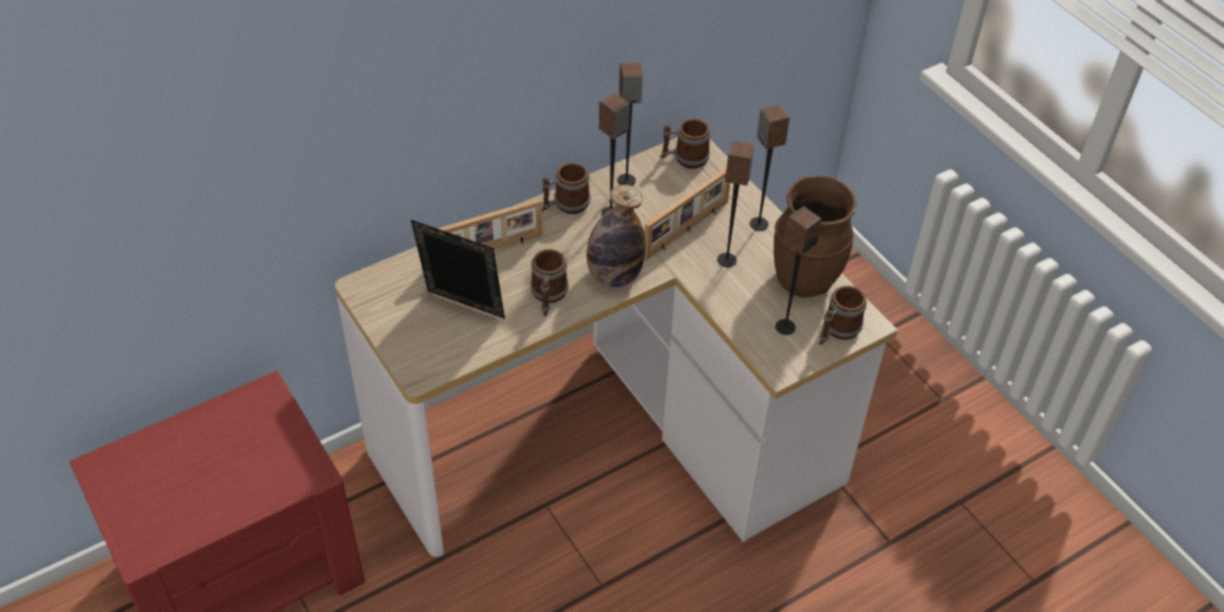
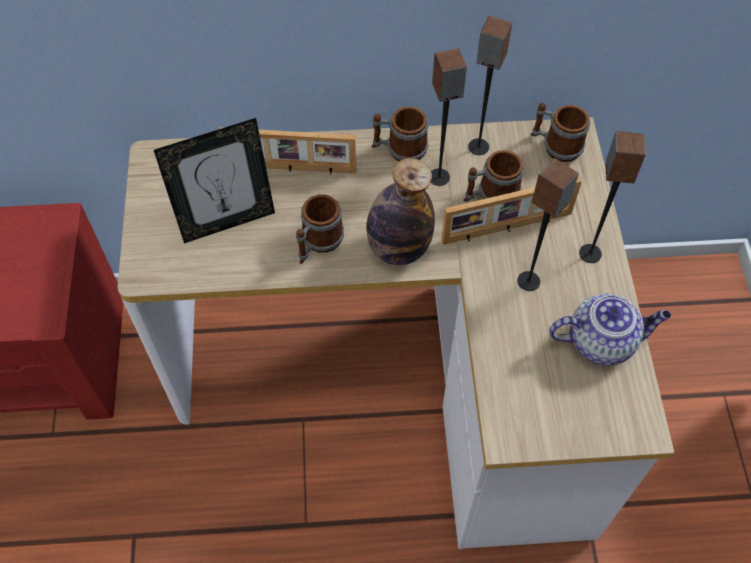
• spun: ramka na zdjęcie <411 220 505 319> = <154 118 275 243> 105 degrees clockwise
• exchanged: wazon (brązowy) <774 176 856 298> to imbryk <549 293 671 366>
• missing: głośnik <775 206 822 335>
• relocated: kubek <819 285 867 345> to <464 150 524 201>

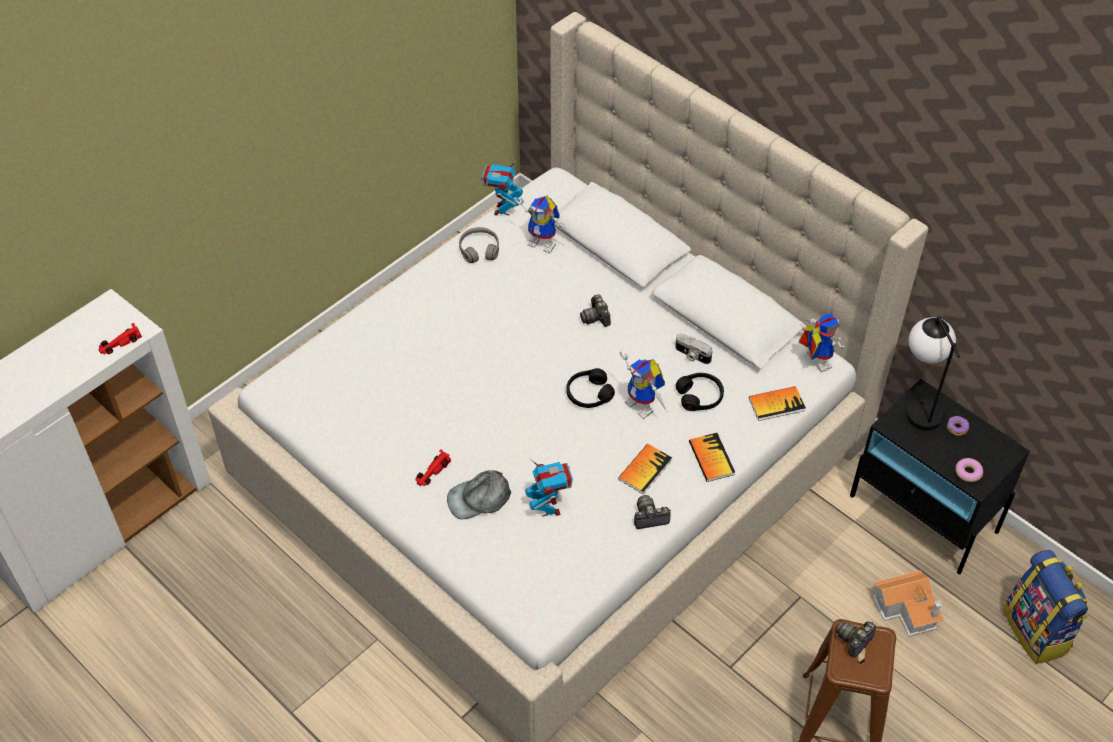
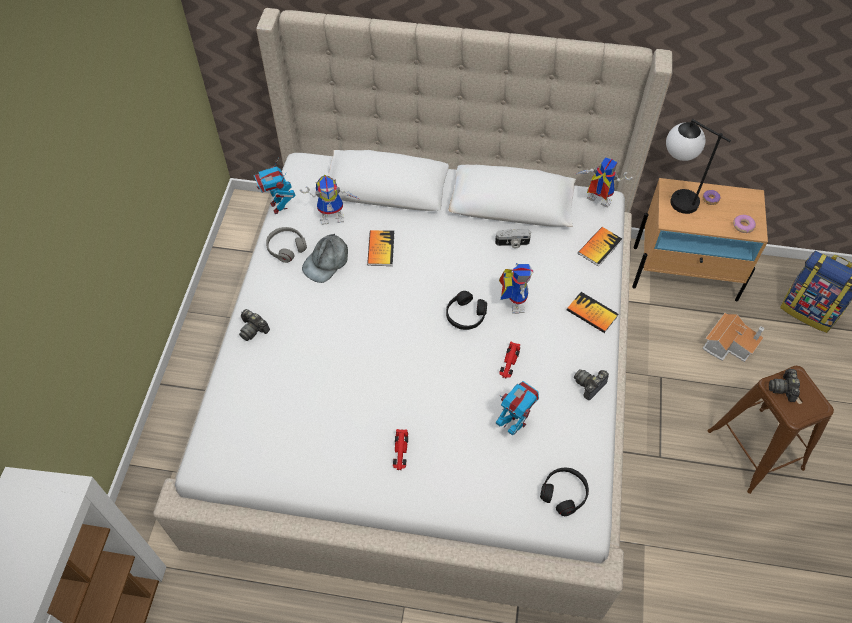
• relocated: samochodzik (czerwony) <98 323 142 354> to <500 342 520 378>
• relocated: czapka z daszkiem (szary) <447 470 511 519> to <302 234 348 283>
• relocated: aparat fotograficzny <580 294 611 327> to <239 309 270 341>
• relocated: książka <618 444 672 494> to <367 230 394 266>
• spun: robot zabawkowy <620 351 667 419> = <499 263 533 314> 105 degrees counterclockwise
• relocated: słuchawki (czarny) <676 373 724 411> to <540 468 589 516>
• colour: szafka nocna (czarny) <850 379 1030 574> to szafka nocna (beżowy) <632 178 768 301>

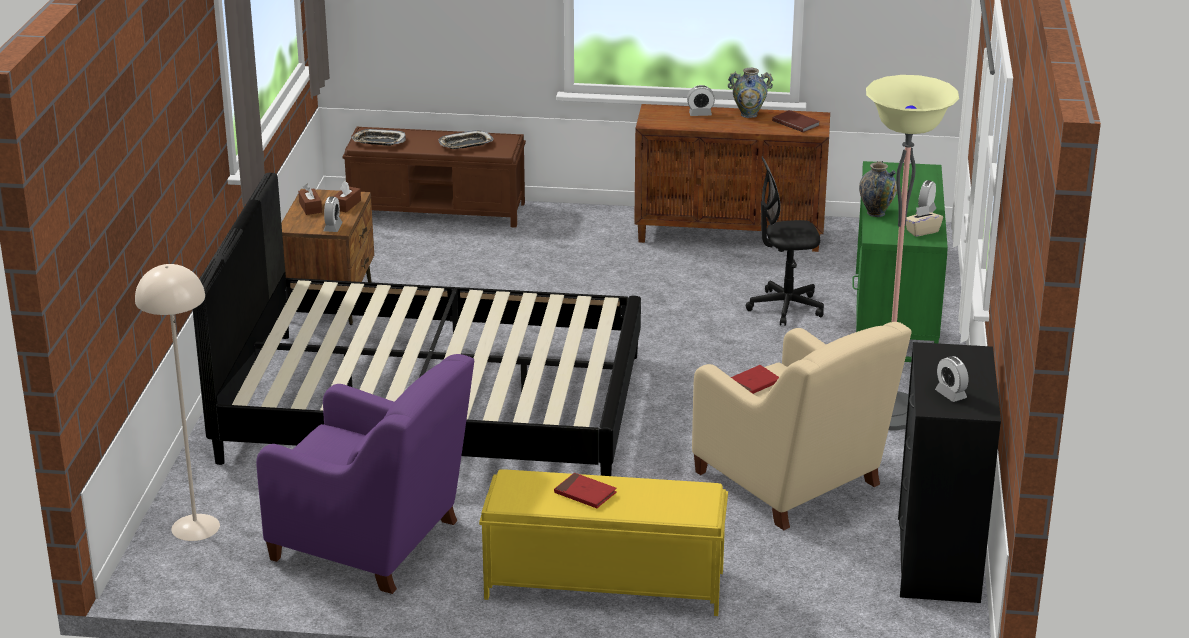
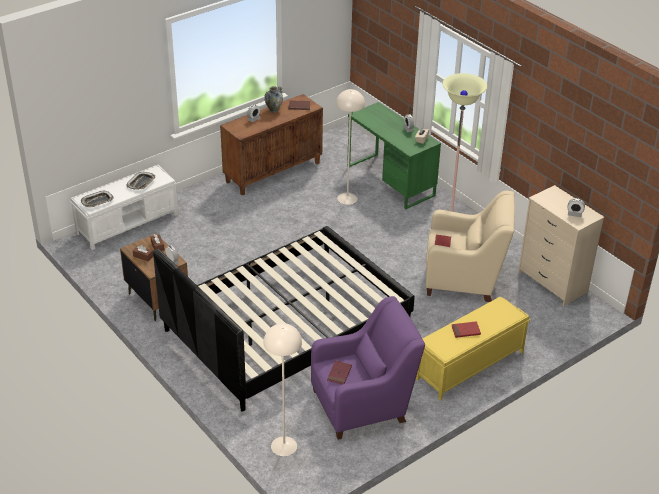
• colour: ławka (brązowy) <343 127 526 228> to ławka (biały) <70 165 178 250>
• exchanged: krzesło biurowe (czarny) <746 156 824 326> to lampa stojąca (beżowy) <336 89 365 205>
• missing: wazon <859 161 897 217>
• colour: komoda (czarny) <898 342 1001 603> to komoda (beżowy) <518 185 604 306>
• appeared: książka (czerwony) <327 360 352 384>

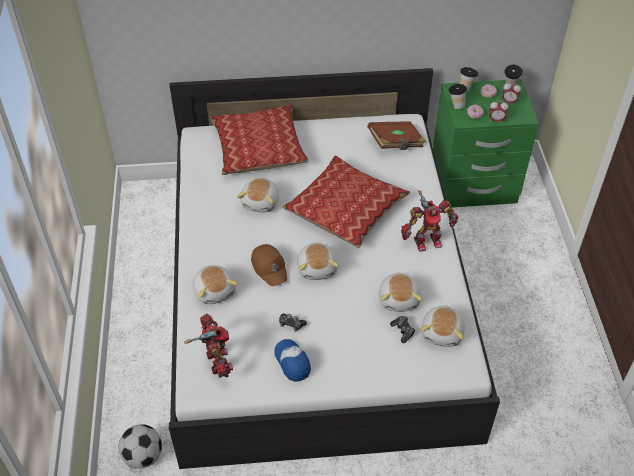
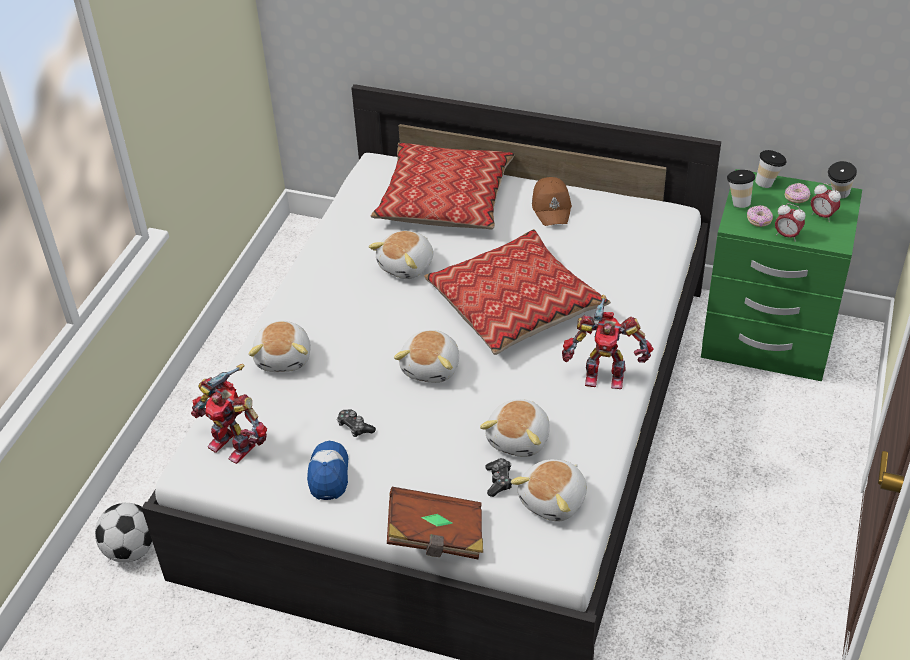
• spun: robot zabawkowy <185 314 233 378> = <191 364 267 464> 120 degrees clockwise
• relocated: czapka z daszkiem (brązowy) <251 244 288 286> to <532 177 572 226>
• relocated: książka (brązowy) <367 121 426 150> to <387 487 483 559>

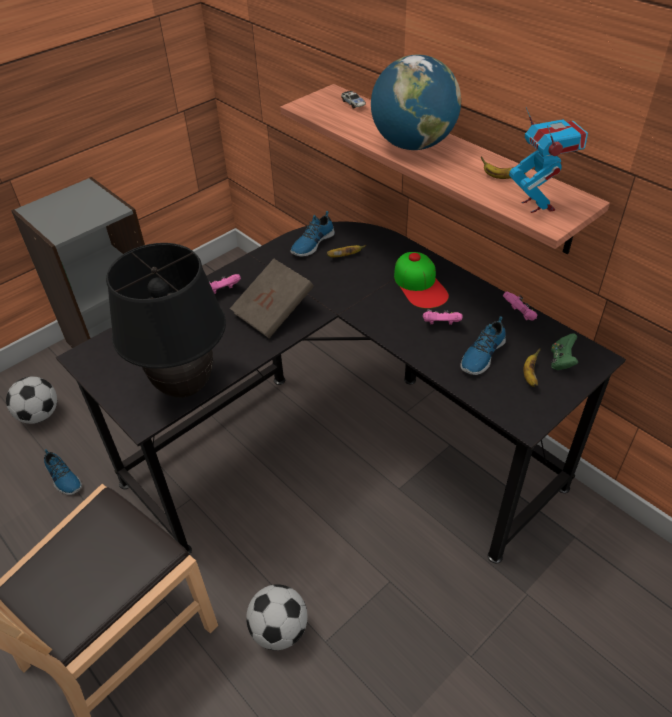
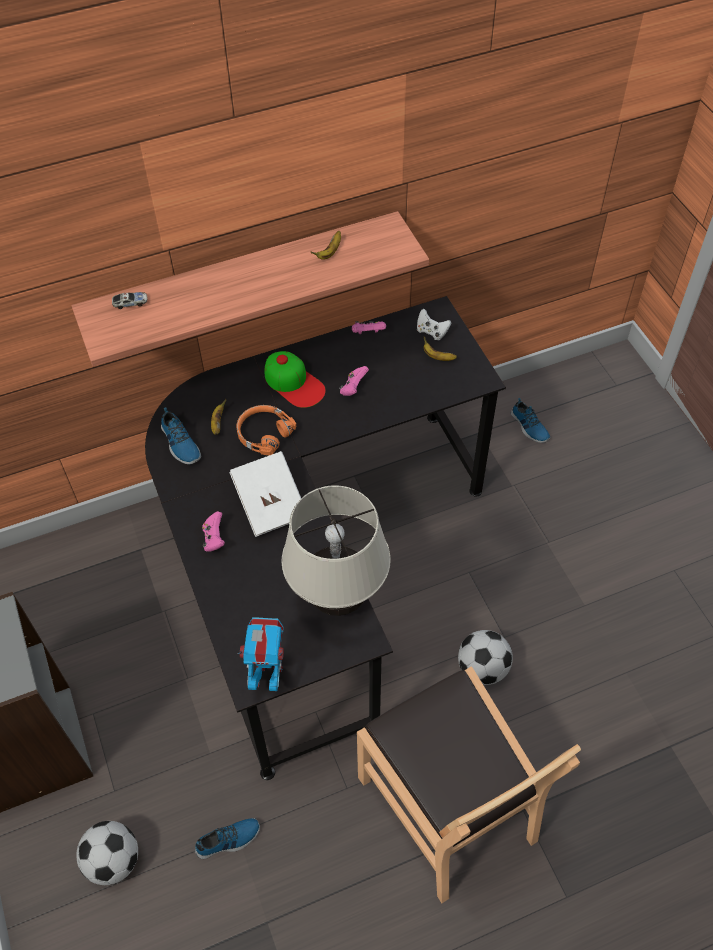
• colour: lampa stołowa (czarny) <106 243 226 397> to lampa stołowa (beżowy) <282 485 391 616>
• colour: książka (brązowy) <230 259 314 338> to książka (biały) <229 451 301 537>
• missing: globus <371 55 461 150>
• spun: czapka z daszkiem <394 252 449 309> = <264 351 326 408> 45 degrees clockwise
• relocated: but <460 316 506 375> to <511 398 550 443>
• relocated: robot zabawkowy <509 107 588 213> to <237 617 284 691>
• colour: pad do gier (zielony) <551 333 579 370> to pad do gier (biały) <417 309 451 340>
• appeared: słuchawki (pomarańczowy) <237 405 296 455>

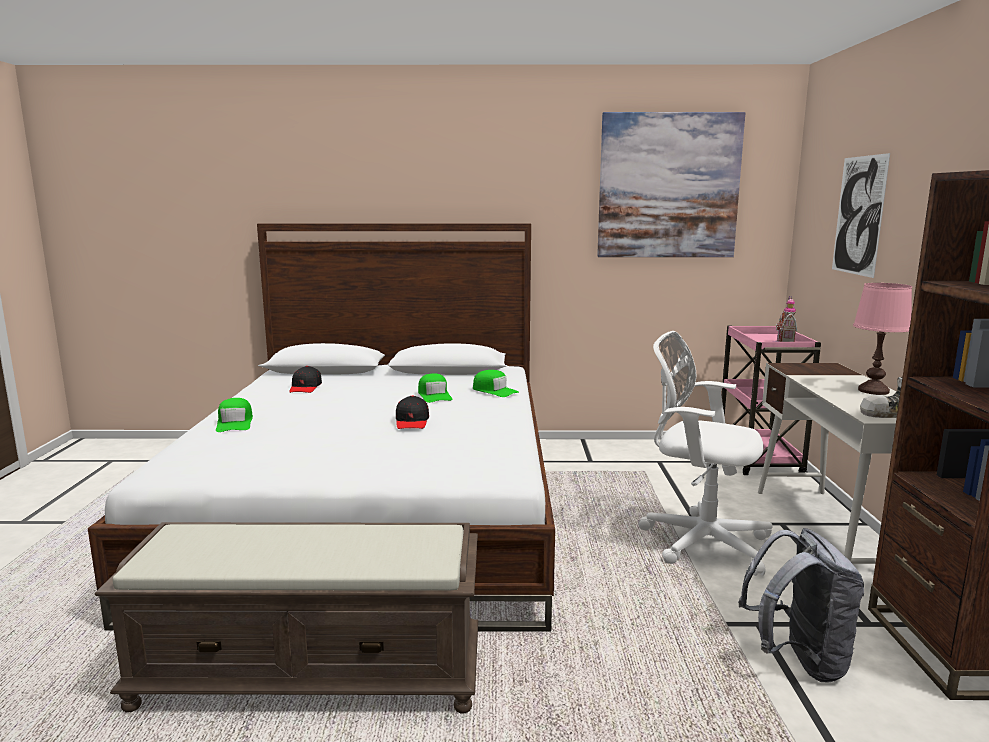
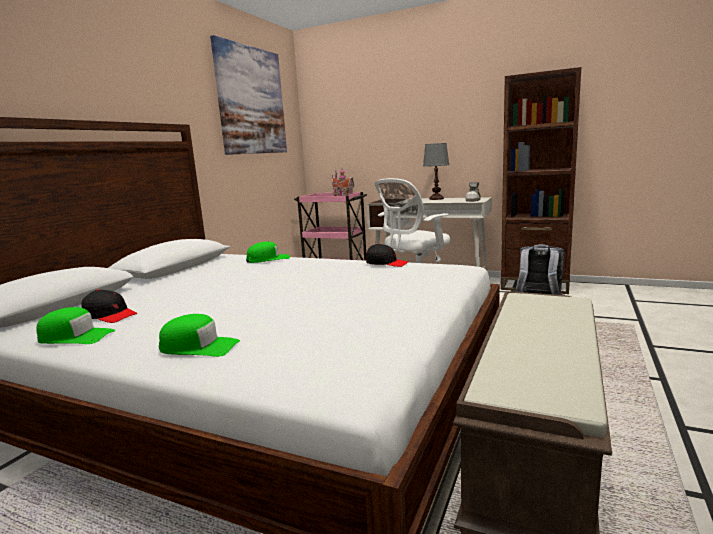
• relocated: czapka z daszkiem (czarny) <396 395 429 429> to <366 244 409 267>
• relocated: czapka z daszkiem (zielony) <418 373 453 403> to <36 307 115 344>
• missing: obraz <832 153 890 278>
• colour: lampa stołowa (różowy) <853 283 912 395> to lampa stołowa (szary) <423 143 450 200>

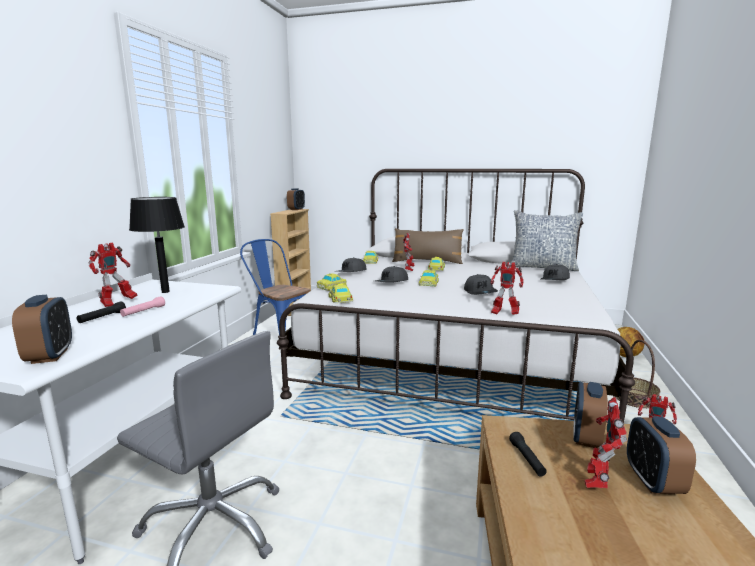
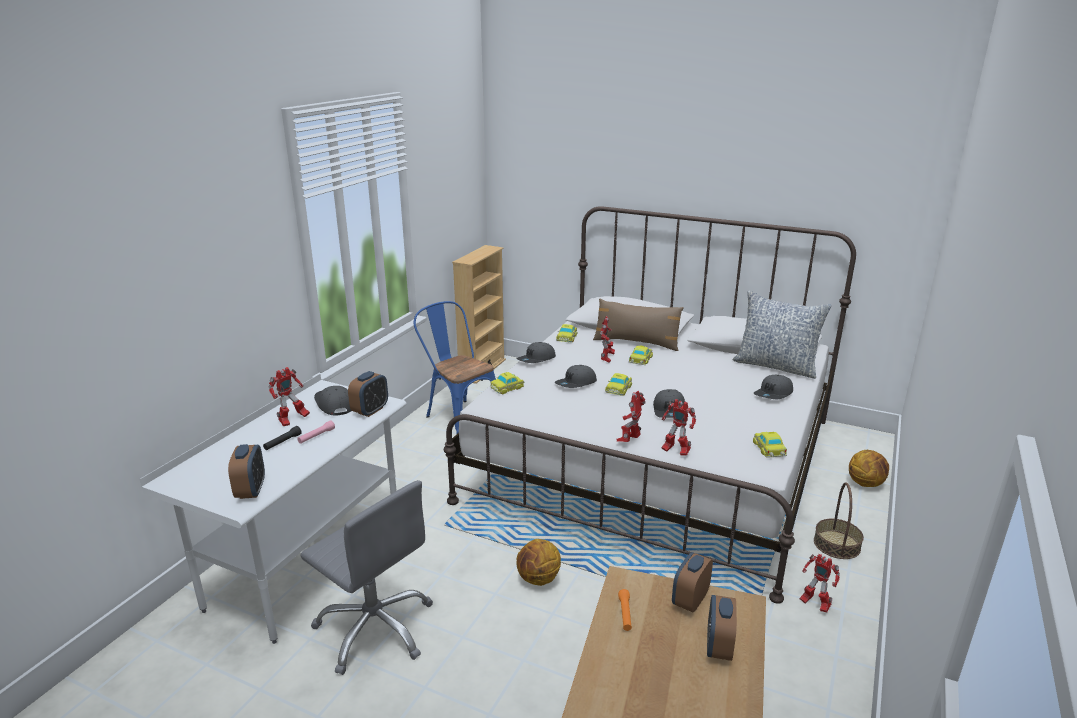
• exchanged: lampa stołowa (czarny) <129 197 185 293> to czapka z daszkiem (szary) <314 386 352 416>
• relocated: budzik <287 188 305 210> to <348 371 388 417>
• relocated: samochodzik <329 284 353 303> to <753 432 787 457>
• colour: latarka (czarny) <509 432 547 477> to latarka (pomarańczowy) <618 589 632 631>
• relocated: robot zabawkowy <585 397 627 488> to <617 391 646 442>
• appeared: piłka do koszykówki <517 539 561 586>

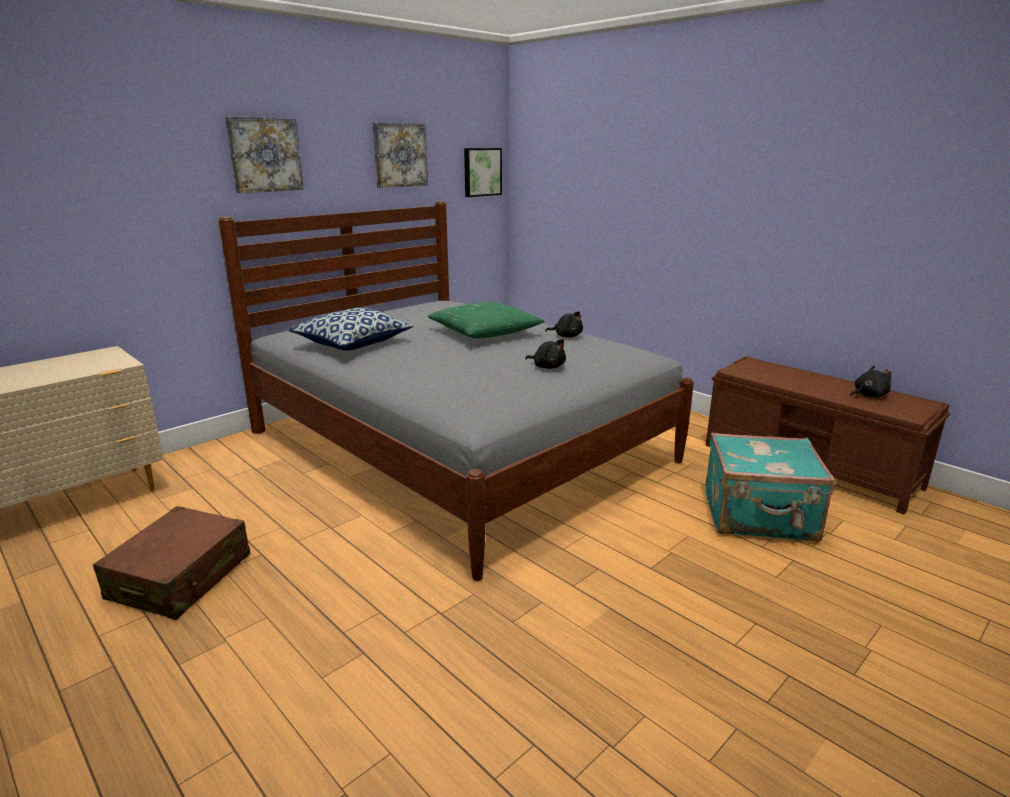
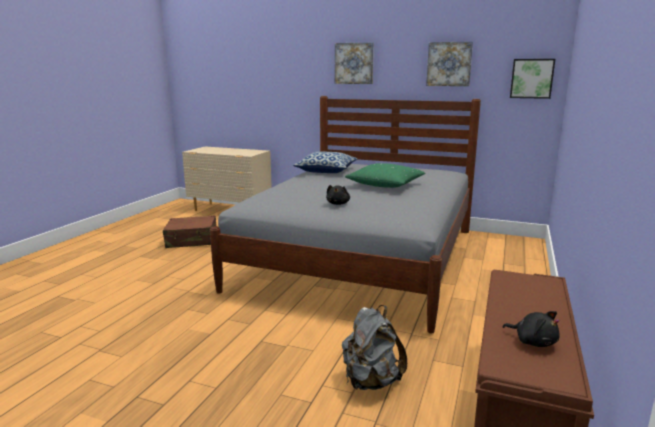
• missing: pluszak (czarny) <545 311 583 337>
• exchanged: walizka (turkusowy) <705 433 835 542> to plecak (szary) <342 305 407 390>

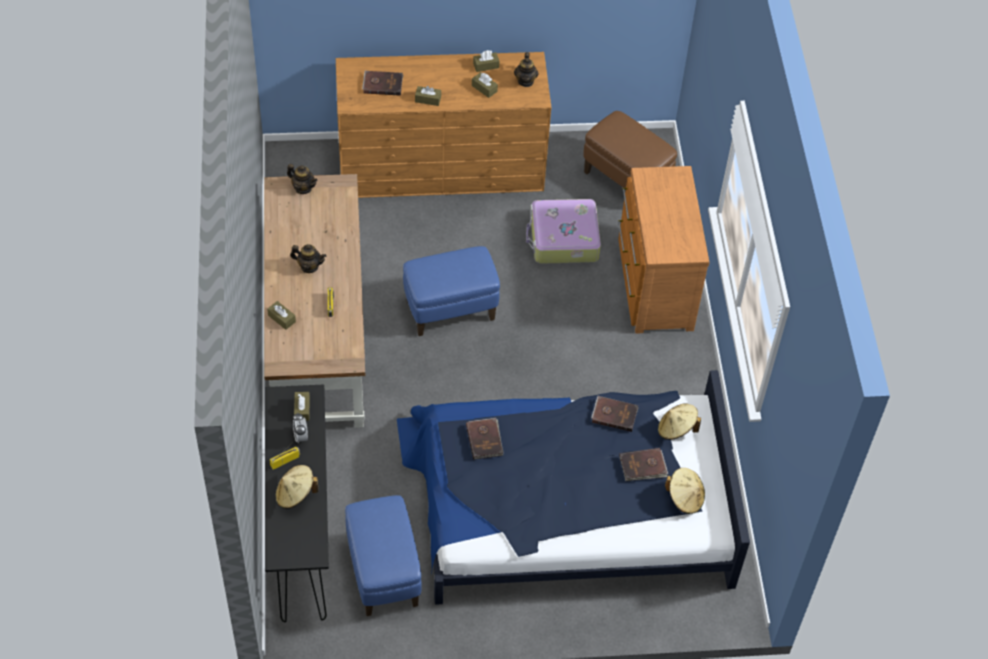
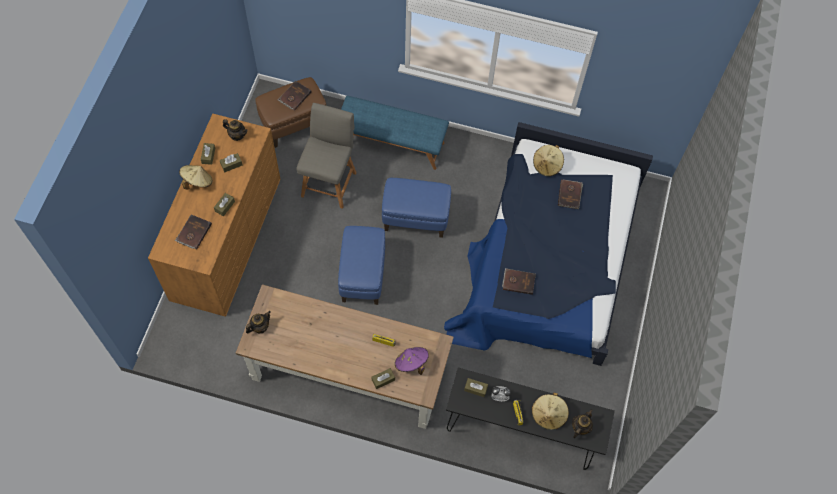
• relocated: imbryk <290 244 326 273> to <572 409 593 438>
• relocated: pufa (niebieski) <345 495 422 616> to <382 178 451 238>
• exchanged: walizka <526 199 601 264> to krzesło (szary) <296 103 357 209>
• relocated: książka (brązowy) <591 396 639 432> to <278 81 312 111>
• exchanged: komoda (brązowy) <618 166 710 334> to ławka (niebieski) <341 96 449 170>
• relocated: kapelusz (beżowy) <665 468 705 514> to <179 165 212 189>
• appeared: kapelusz (fioletowy) <395 347 429 375>

